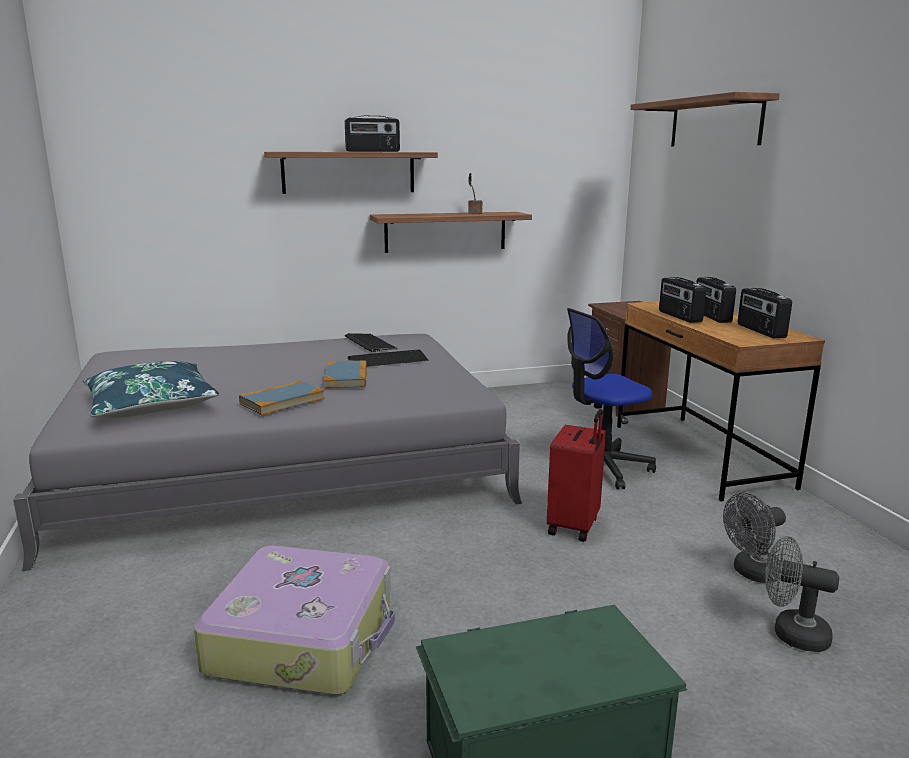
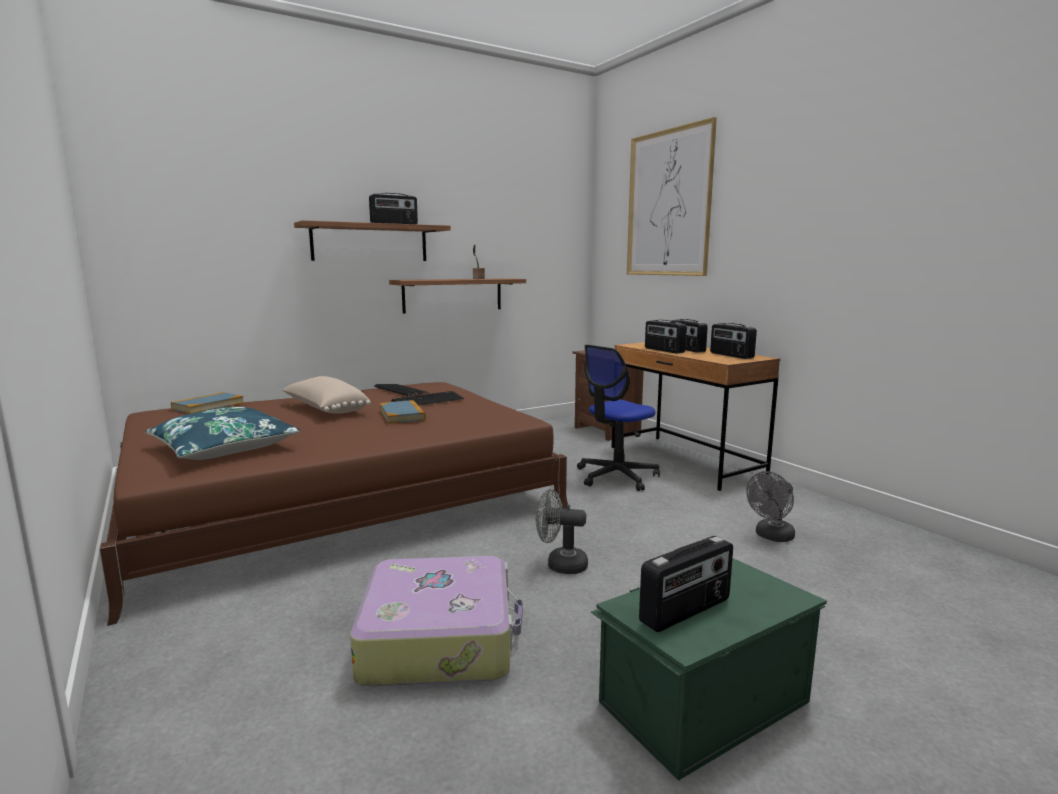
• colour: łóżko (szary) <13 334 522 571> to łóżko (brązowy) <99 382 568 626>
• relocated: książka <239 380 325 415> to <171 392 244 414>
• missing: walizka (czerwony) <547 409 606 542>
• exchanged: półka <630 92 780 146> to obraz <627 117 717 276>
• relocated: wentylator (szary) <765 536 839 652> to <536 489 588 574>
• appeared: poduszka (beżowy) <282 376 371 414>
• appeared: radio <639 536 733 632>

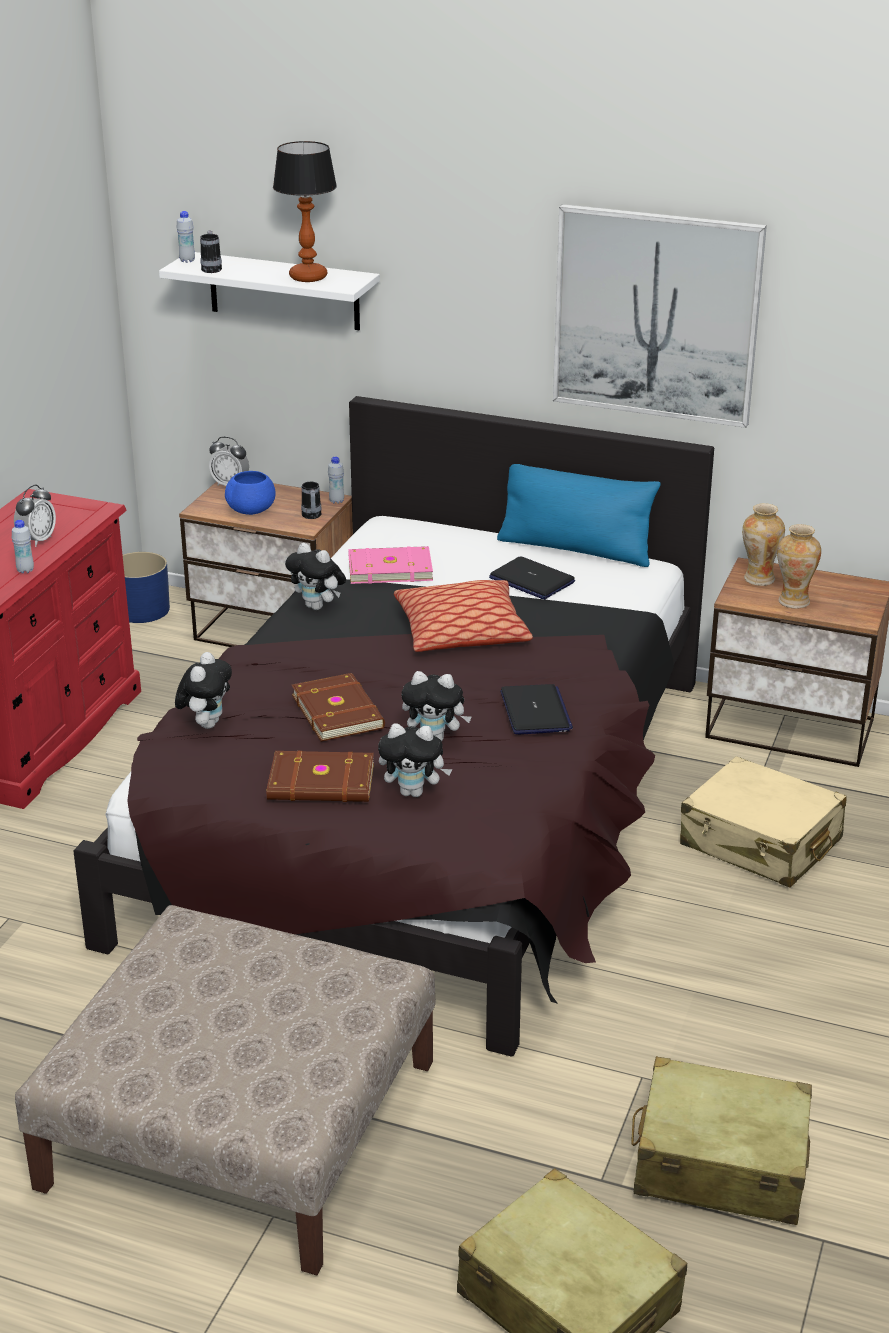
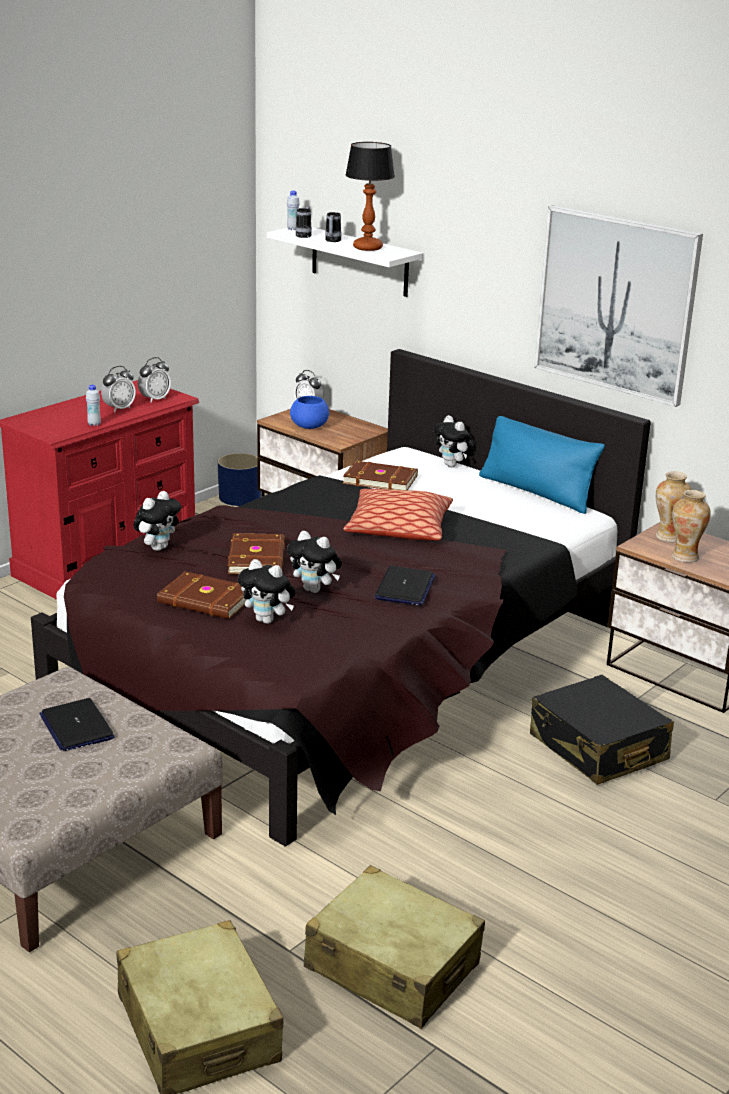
• relocated: pluszak <285 543 346 610> to <433 415 476 467>
• relocated: kubek <301 482 321 519> to <325 212 342 242>
• missing: butelka (biały) <328 457 344 504>
• colour: książka (różowy) <348 546 433 584> to książka (brązowy) <343 460 418 490>
• relocated: laptop <489 556 575 599> to <39 698 115 751>
• colour: walizka (beżowy) <680 756 847 888> to walizka (czarny) <530 675 674 785>
• appeared: budzik <138 357 171 403>

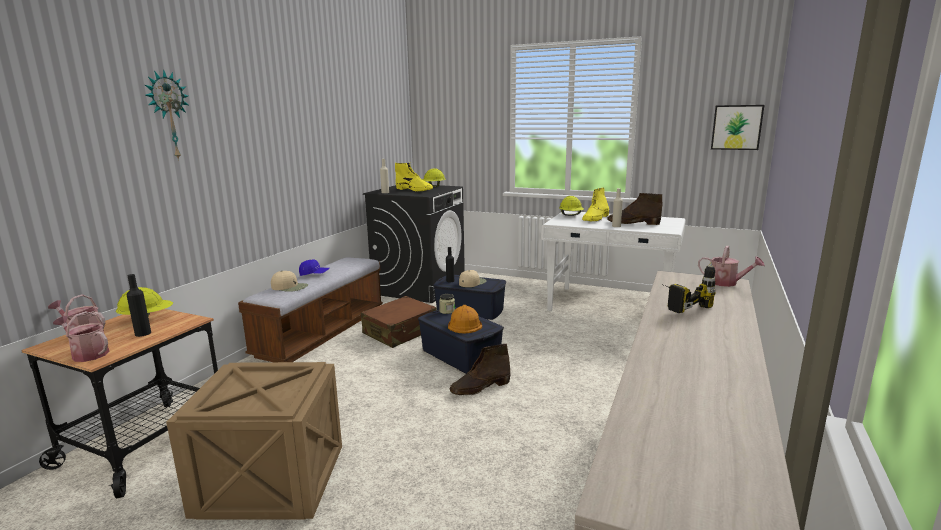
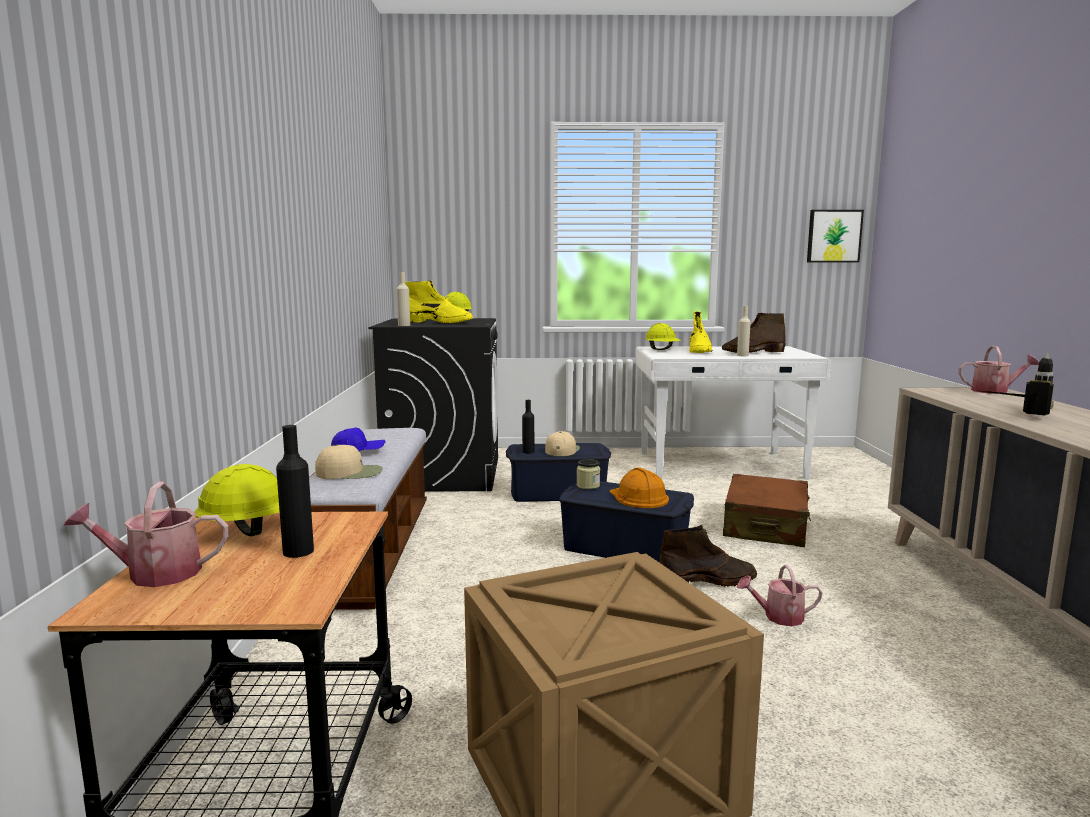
• relocated: konewka <53 311 110 362> to <737 565 822 626>
• missing: zegar ścienny <145 69 188 160>
• relocated: walizka (brązowy) <361 296 437 348> to <723 474 811 547>
• spun: but z cholewką (brązowy) <450 344 511 395> = <660 525 757 587> 135 degrees counterclockwise

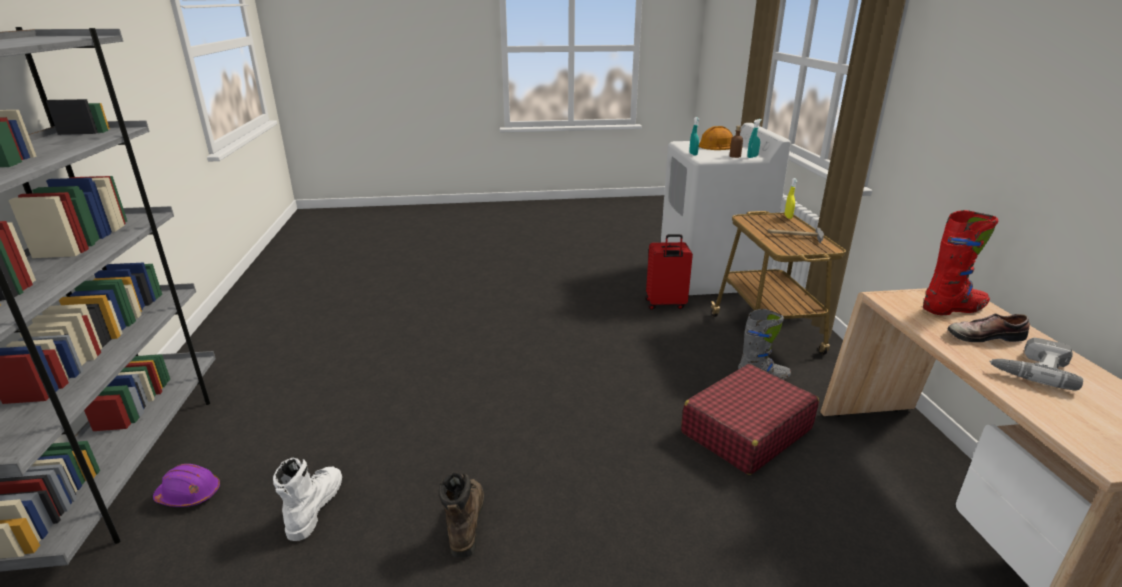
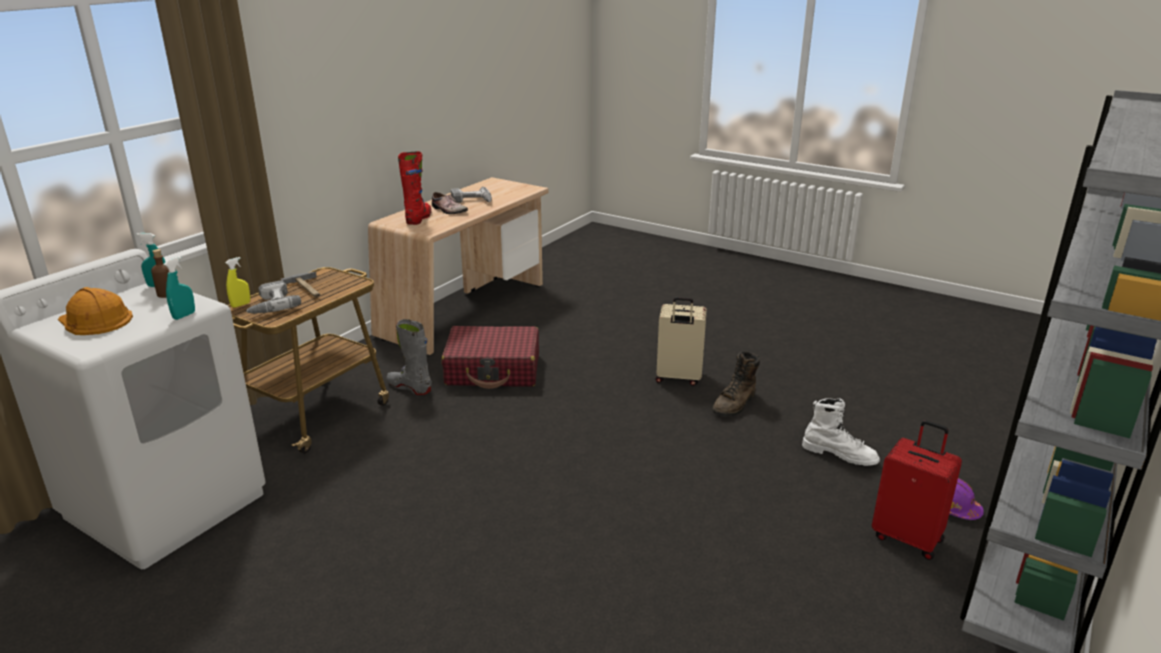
• spun: but z cholewką (biały) <273 458 342 541> = <802 398 880 466> 105 degrees counterclockwise
• relocated: walizka (czerwony) <645 234 693 310> to <872 420 962 560>
• spun: but z cholewką (czerwony) <923 210 998 315> = <398 152 431 225> 75 degrees clockwise
• appeared: wiertarka <246 281 301 314>
• appeared: walizka (beżowy) <655 297 707 386>

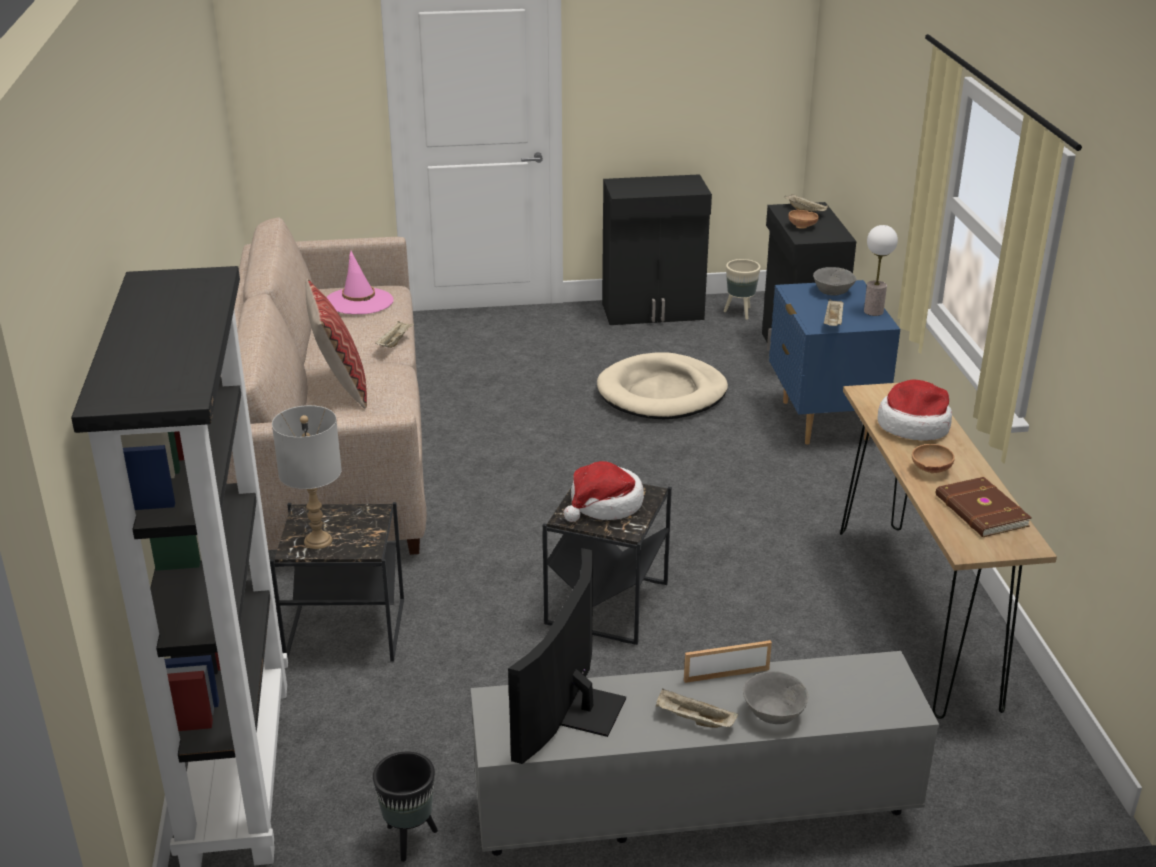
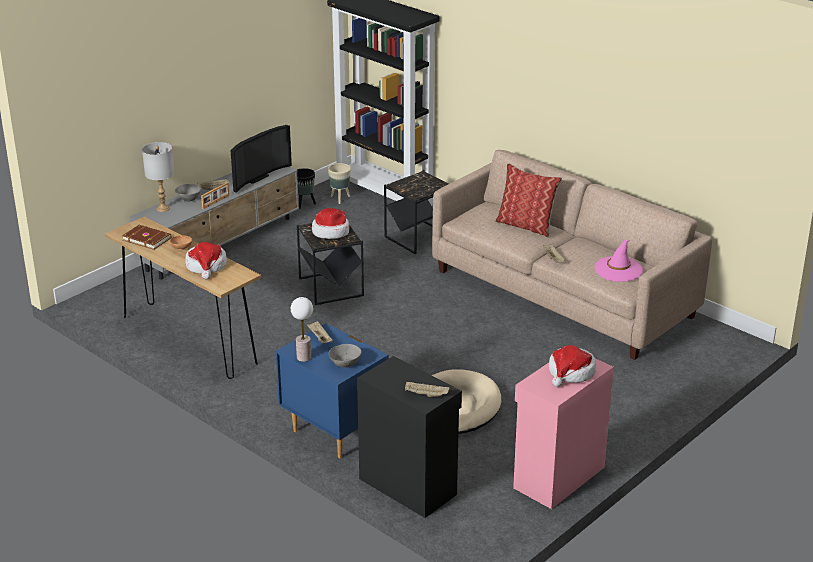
• relocated: lampa stołowa (szary) <272 405 342 549> to <142 142 174 212>
• spun: telewizor <508 548 626 764> = <230 125 292 193> 60 degrees clockwise
• colour: szafka (czarny) <602 174 712 325> to szafka (różowy) <513 358 614 509>
• relocated: donica (beżowy) <724 259 761 320> to <328 163 351 204>
• missing: miska (brązowy) <788 210 819 229>
• appeared: kapelusz <549 345 596 387>

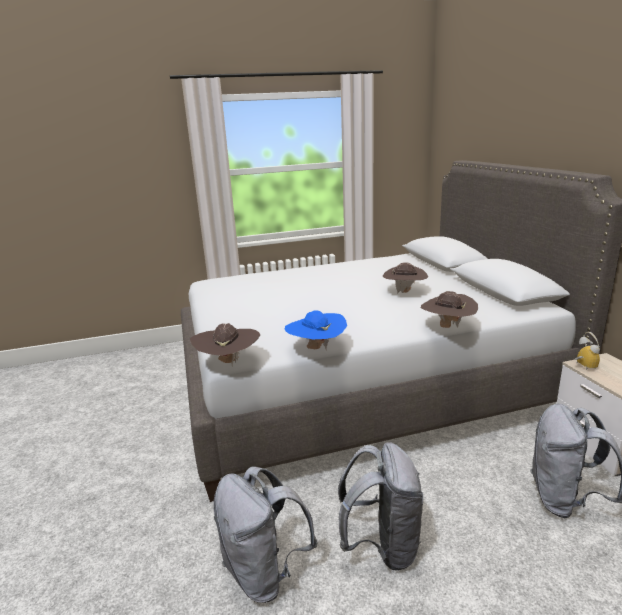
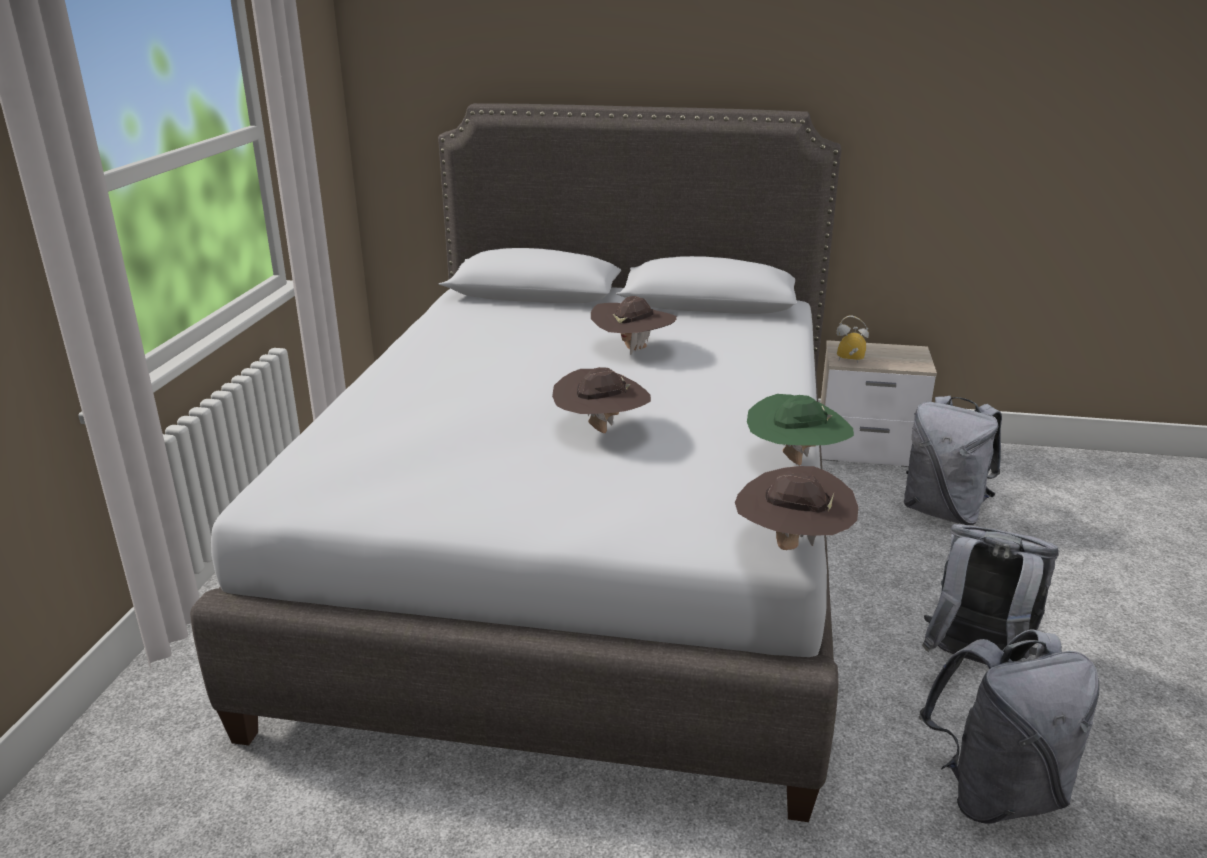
• colour: kapelusz (niebieski) <285 310 347 350> to kapelusz (zielony) <747 394 854 465>
• relocated: kapelusz (brązowy) <421 291 478 328> to <552 367 651 433>

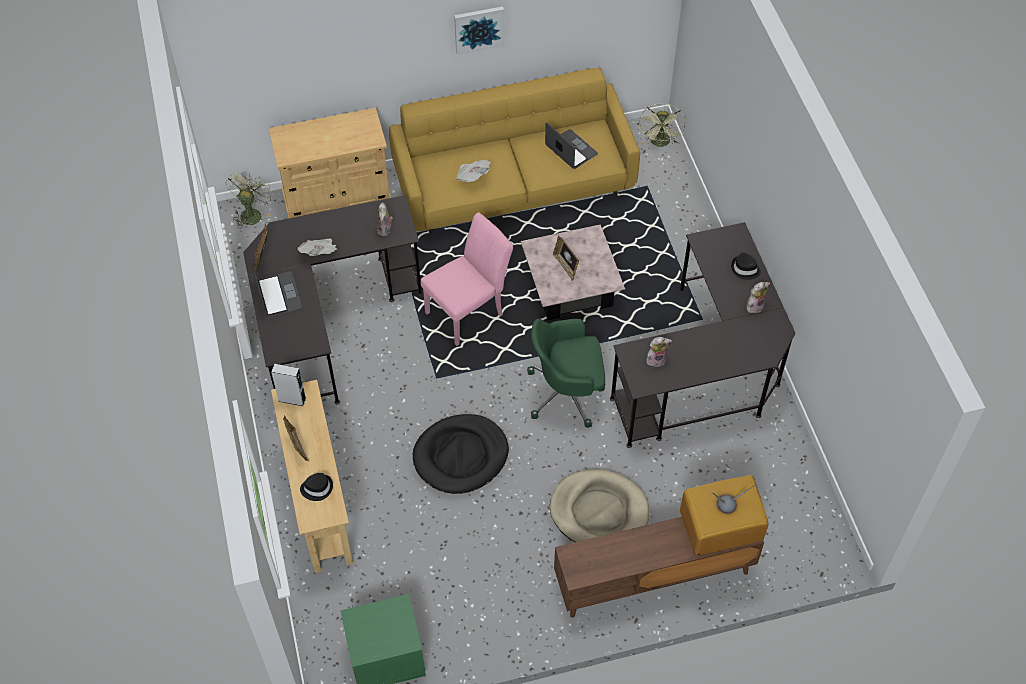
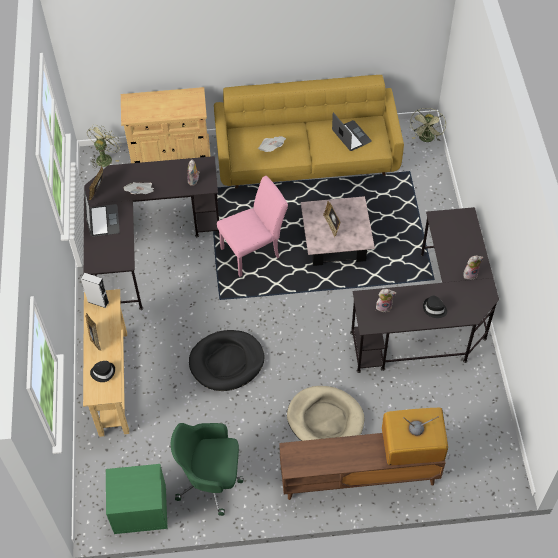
• missing: obraz <454 6 504 55>
• relocated: krzesło biurowe (zielony) <527 319 605 428> to <171 423 244 516>
• relocated: kapelusz (czarny) <731 253 761 280> to <423 296 447 318>

